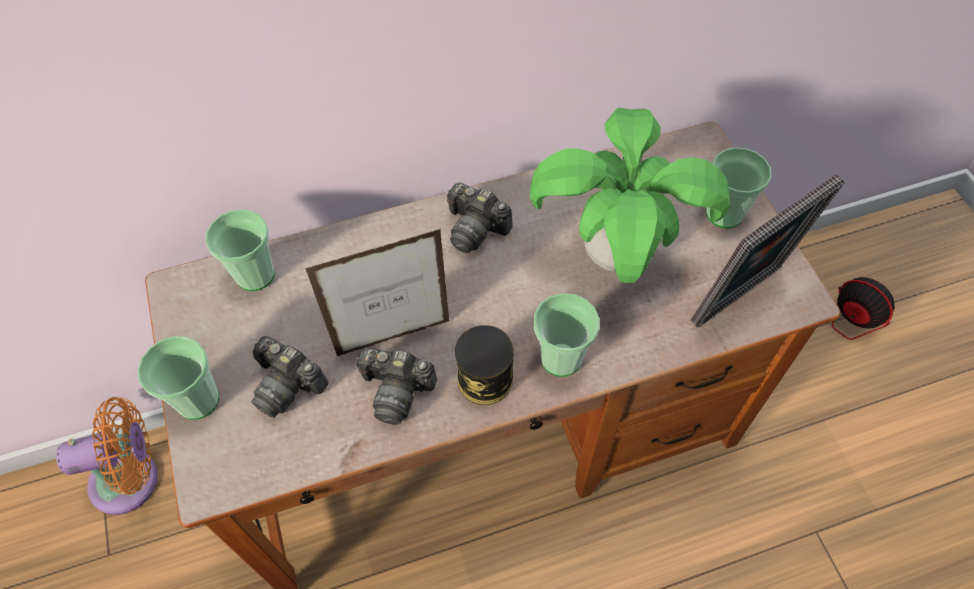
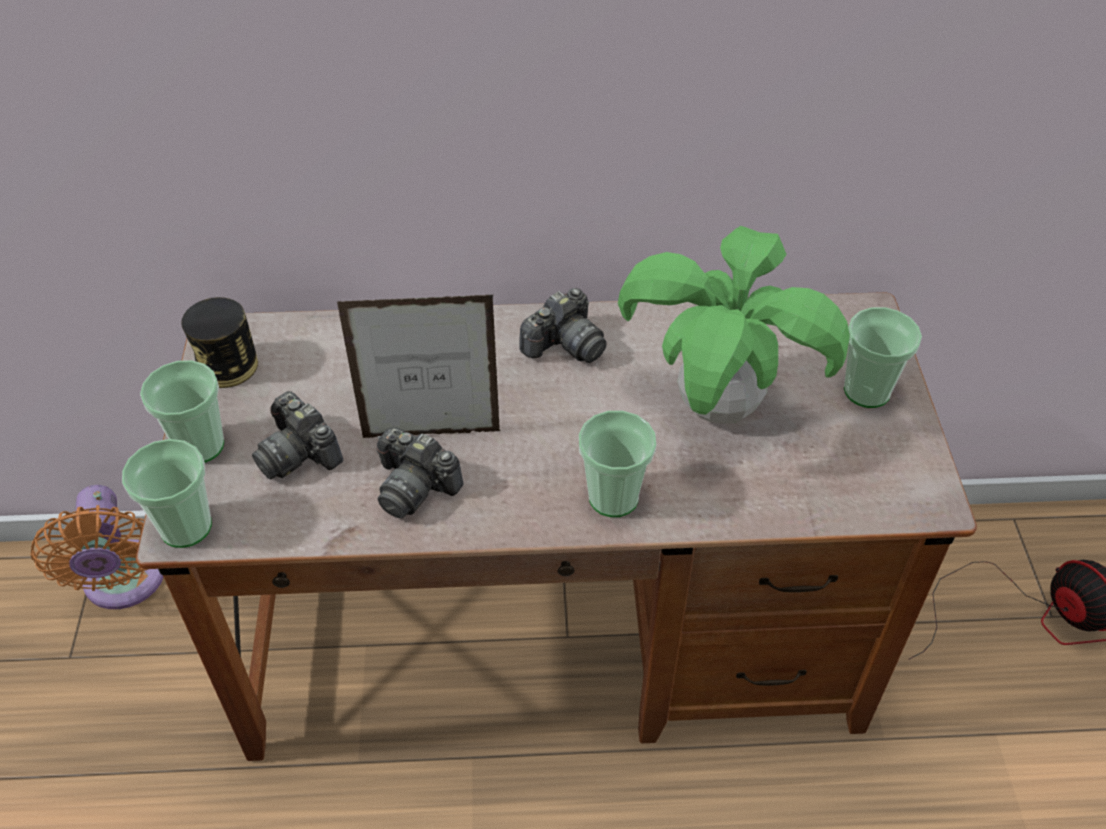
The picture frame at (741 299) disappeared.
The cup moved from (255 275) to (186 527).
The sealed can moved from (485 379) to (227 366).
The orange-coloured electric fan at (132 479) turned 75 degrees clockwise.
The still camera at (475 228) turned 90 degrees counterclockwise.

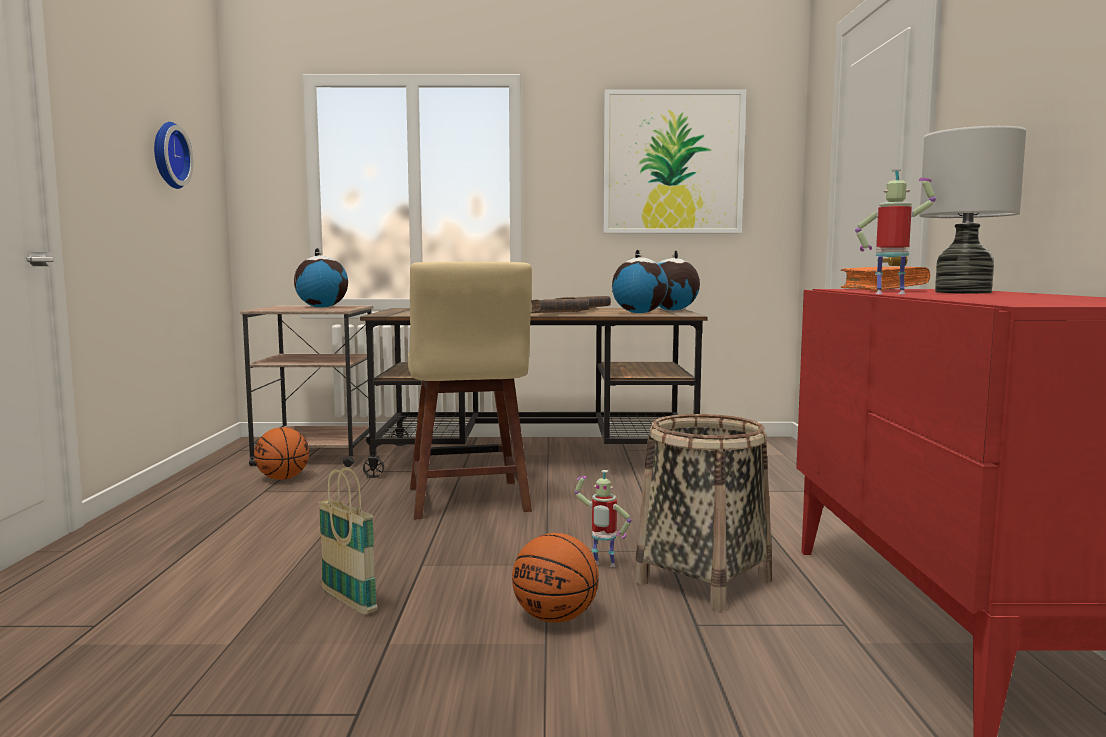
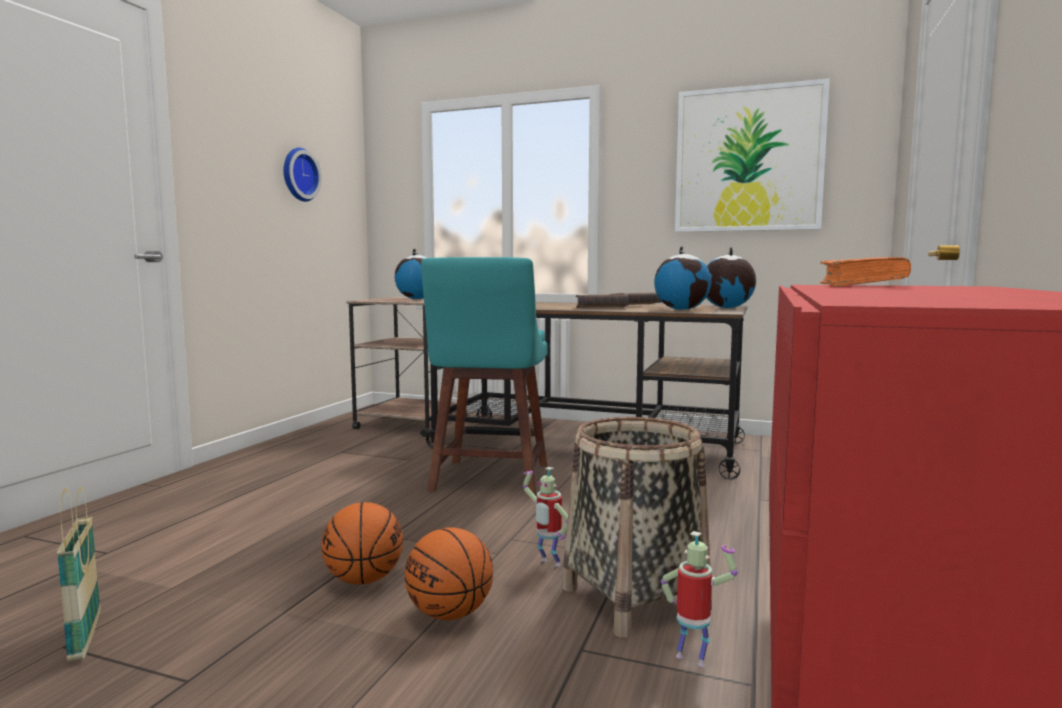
The grey lamp for a table at (963 292) disappeared.
The basketball ball moved from (283 478) to (364 580).
The basket moved from (348 601) to (85 637).
The robot figure moved from (890 293) to (693 658).
The beige sitting stool at (467 501) became the turquoise-coloured sitting stool at (488 479).

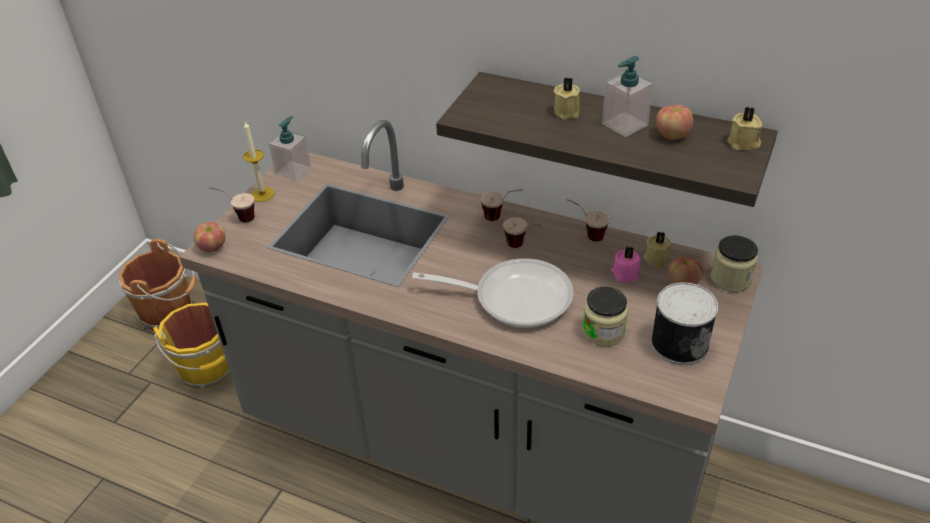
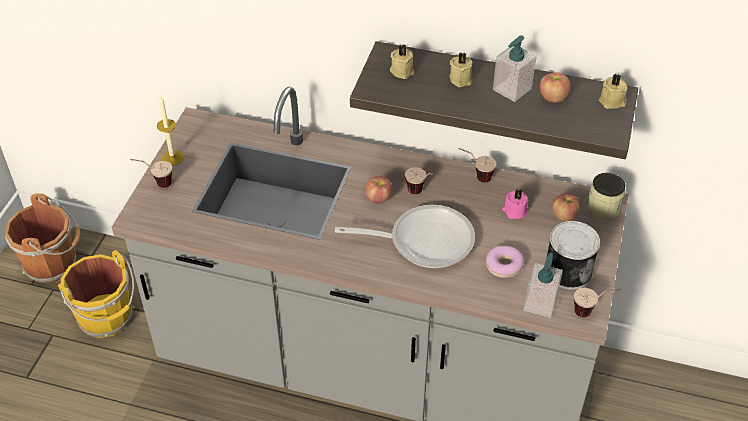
The whole apple moved from (213 247) to (378 198).
The soap bottle moved from (293 171) to (540 303).
The cup moved from (501 217) to (592 312).
The beige wax candle moved from (657 258) to (402 70).
The storage jar at (603 331) was replaced by the ring doughnut at (504 265).

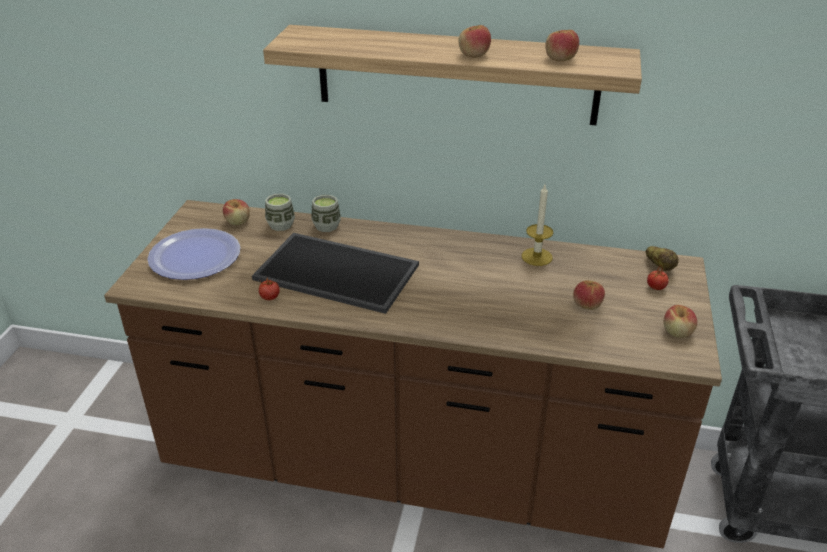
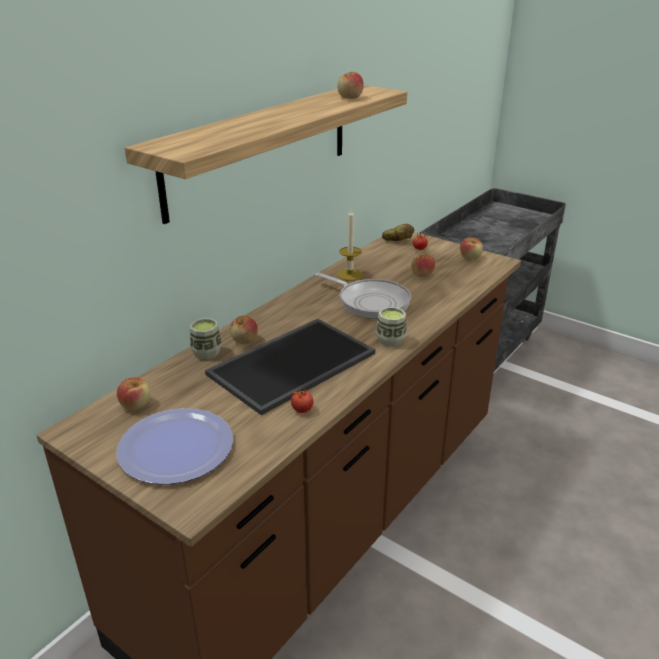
The skillet at (370 302) appeared.
The cup moved from (281 225) to (390 340).
The whole apple moved from (474 55) to (244 340).

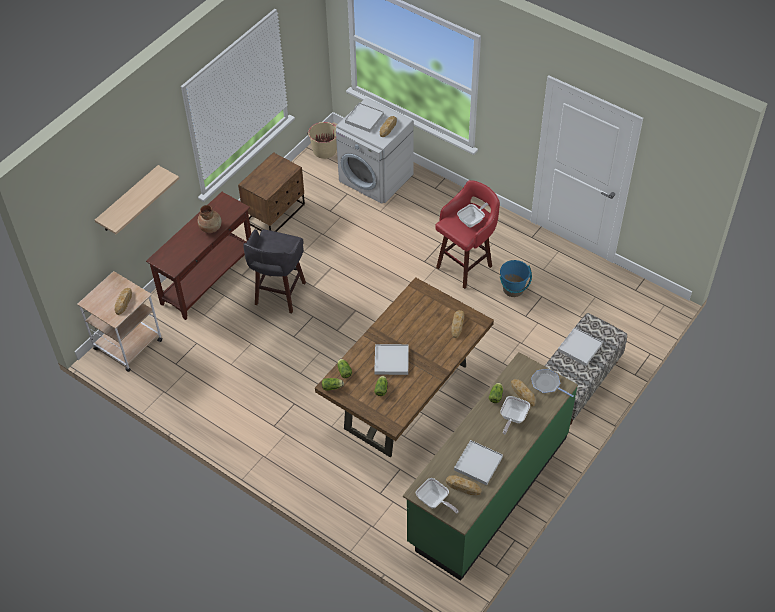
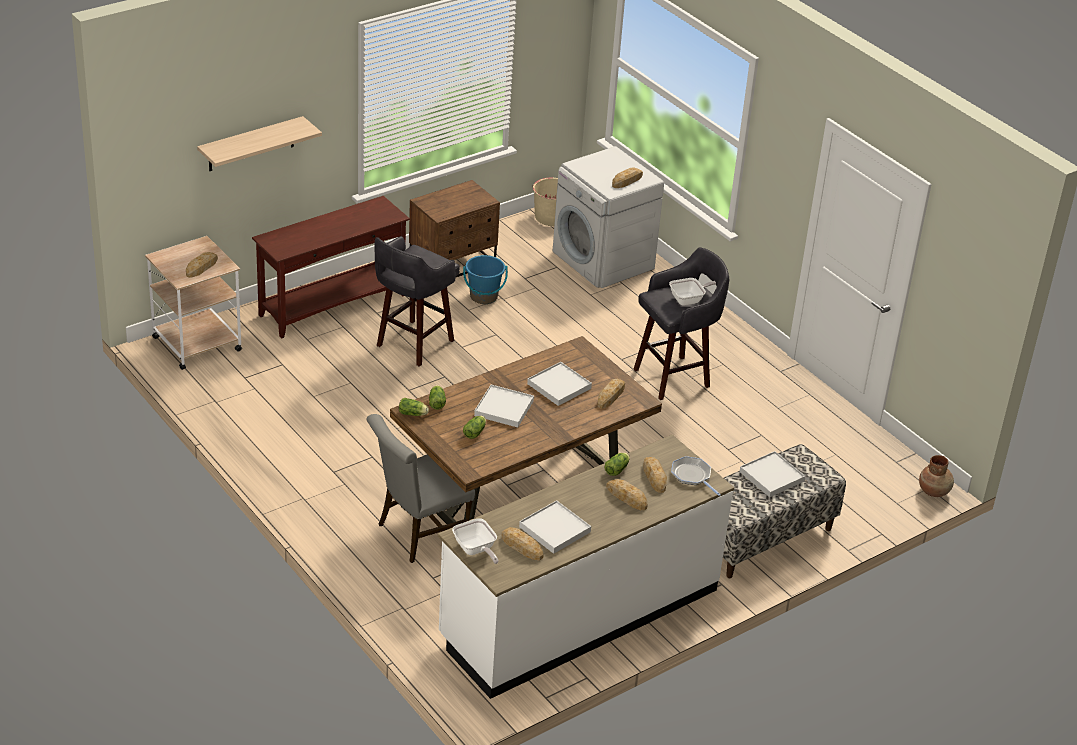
The grey upright chair at (418 534) appeared.
The brown-coloured vase moved from (211 227) to (934 491).
The whitish carrying tray moved from (364 119) to (559 386).
The blue bucket moved from (513 289) to (483 297).
The skillet at (512 418) was replaced by the bread at (626 497).
The greenish kitchen counter at (487 489) became the whitish kitchen counter at (579 614).
The red-coloured sitting stool at (466 266) became the grey sitting stool at (675 377).

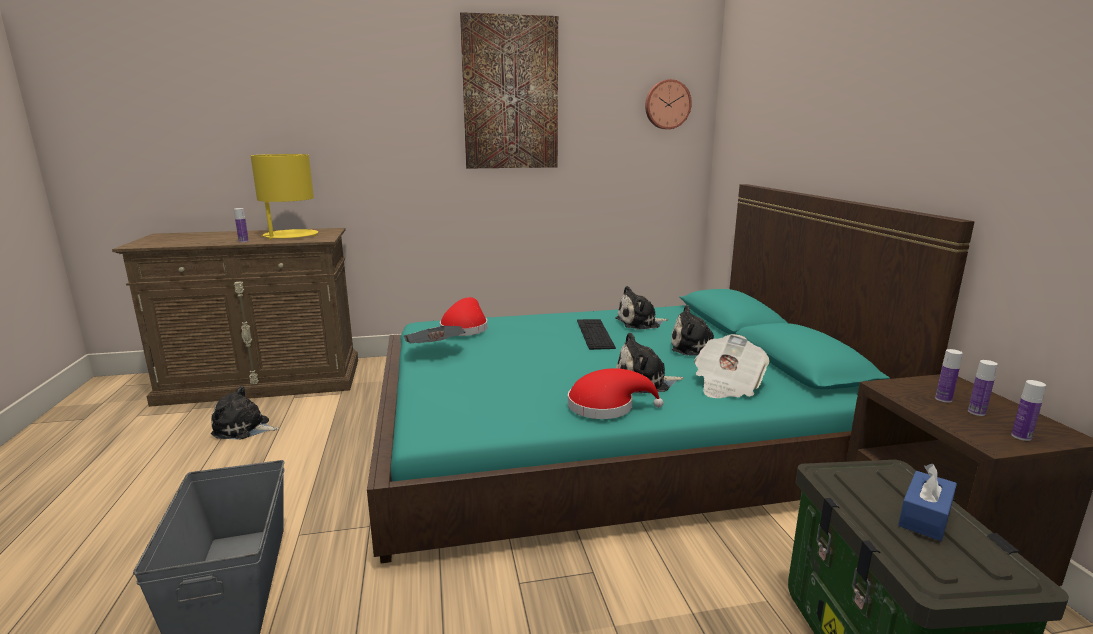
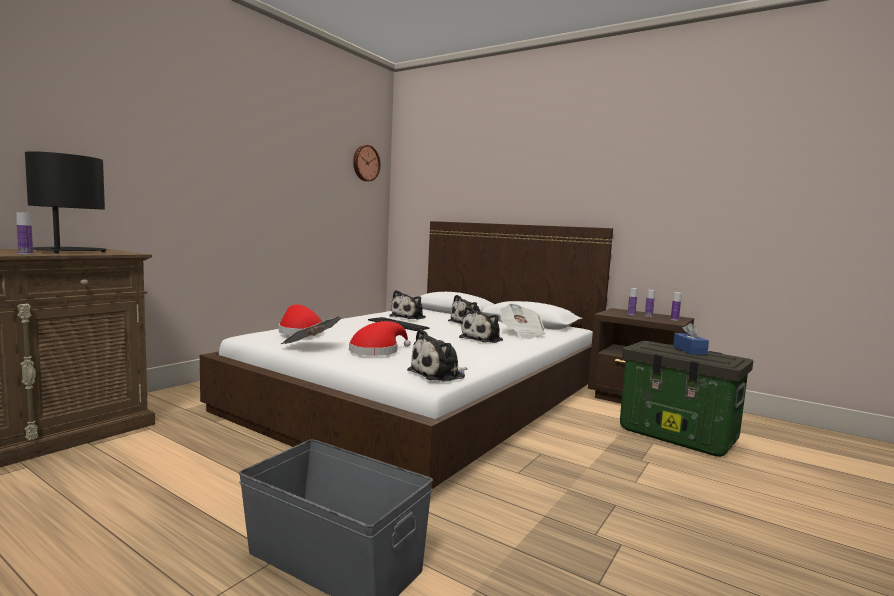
The wall picture at (510 94) disappeared.
The soft toy moved from (244 429) to (439 374).
The red-coloured hat moved from (606 406) to (377 351).
The yellow lamp for a table at (290 236) became the black-coloured lamp for a table at (69 251).
The turquoise-coloured sleeping bed at (610 431) became the whitish sleeping bed at (429 395).

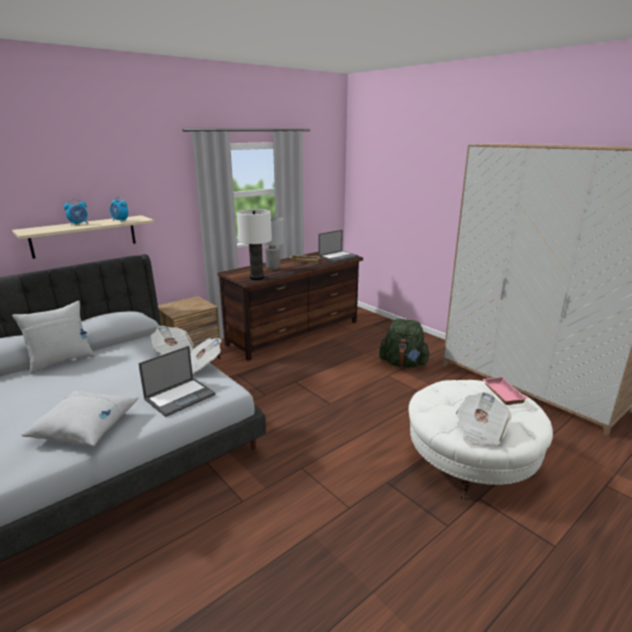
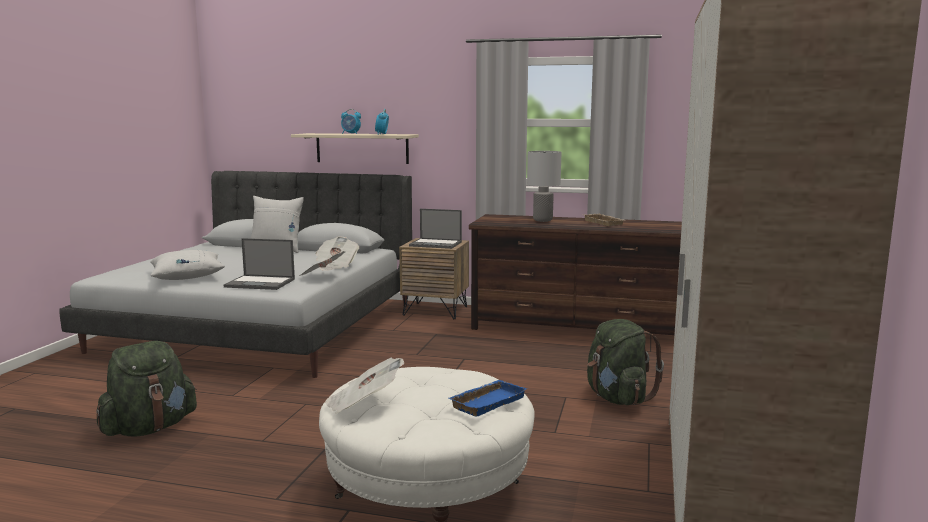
The whitish lamp for a table at (257 278) disappeared.
The greenish rucksack at (150 428) appeared.
The laptop moved from (338 256) to (436 244).
The pinkish carrying tray at (501 393) became the blue carrying tray at (487 402).

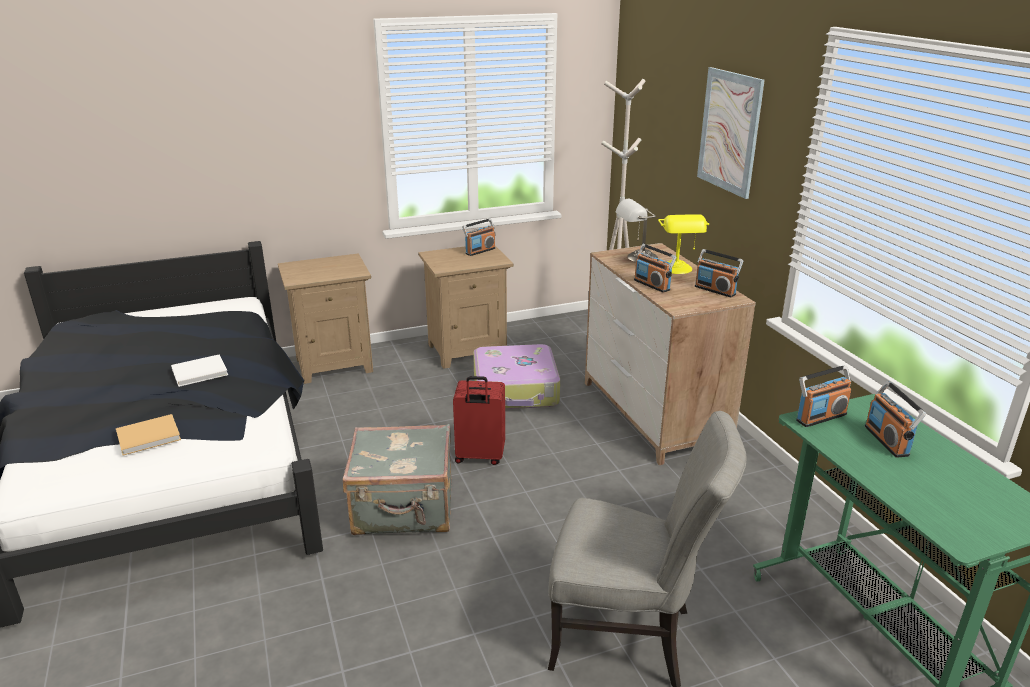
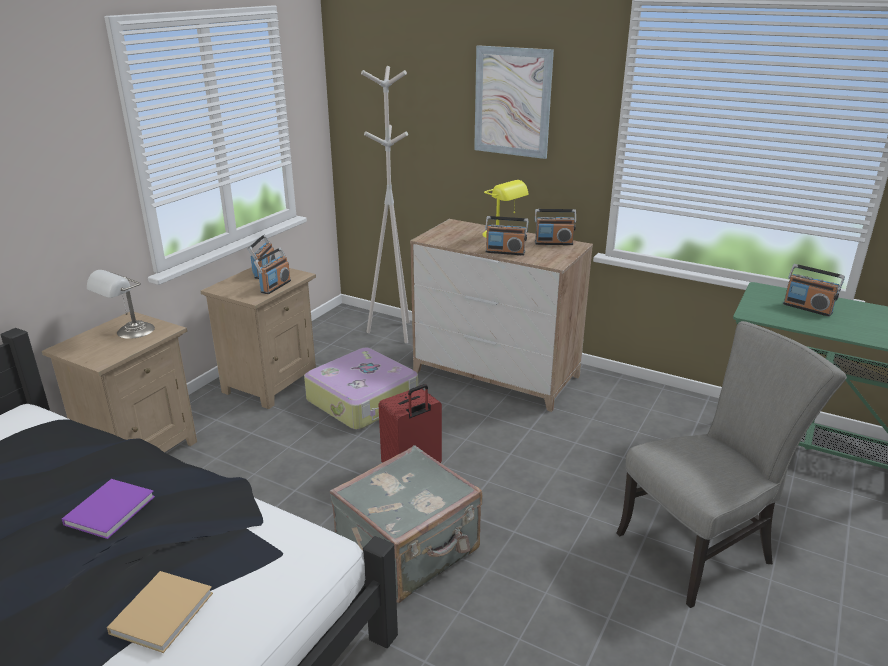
The whitish lamp for a table moved from (636 258) to (129 333).
The radio set moved from (820 417) to (275 286).
The whitish volume at (201 372) became the purple volume at (112 509).

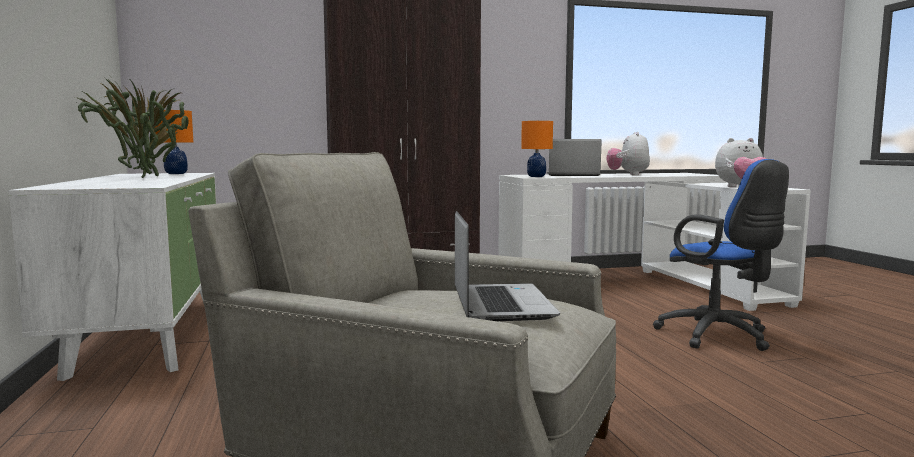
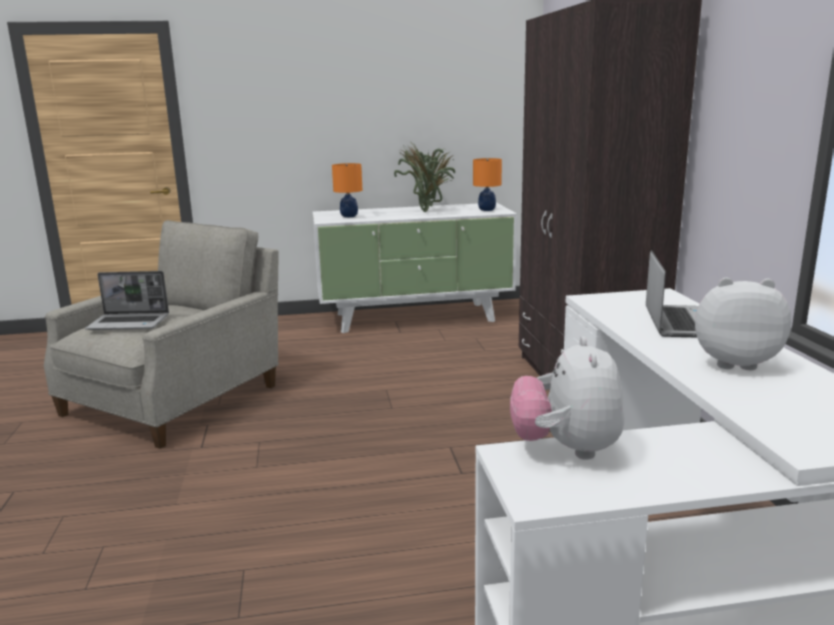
The blue desk chair at (719 337) disappeared.
The orange-coloured lamp for a table moved from (536 176) to (350 216).

